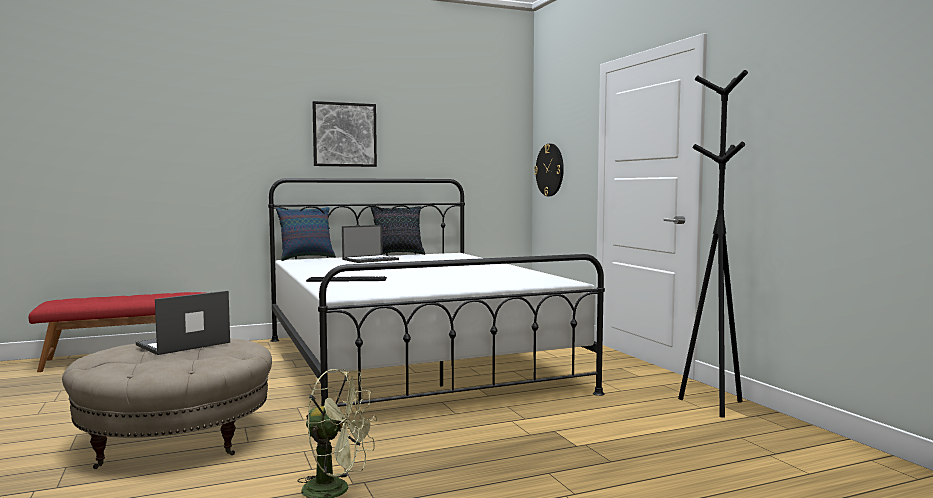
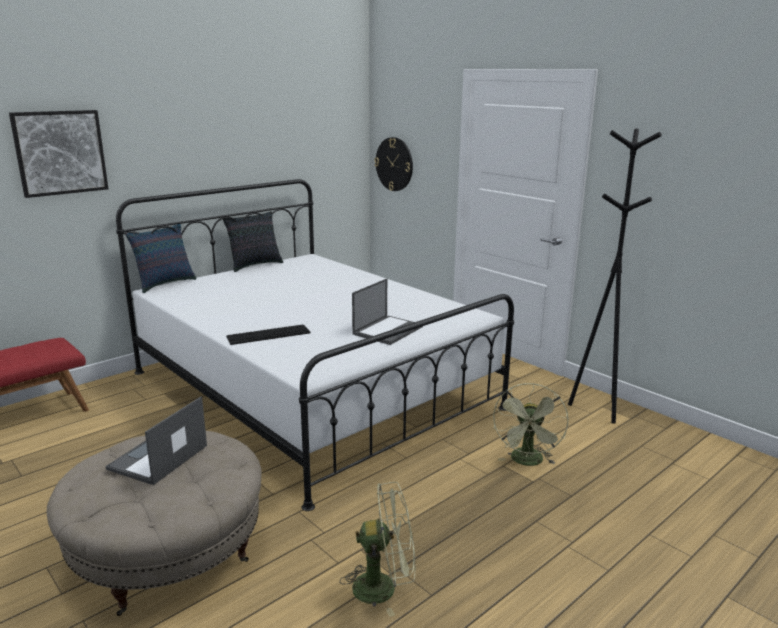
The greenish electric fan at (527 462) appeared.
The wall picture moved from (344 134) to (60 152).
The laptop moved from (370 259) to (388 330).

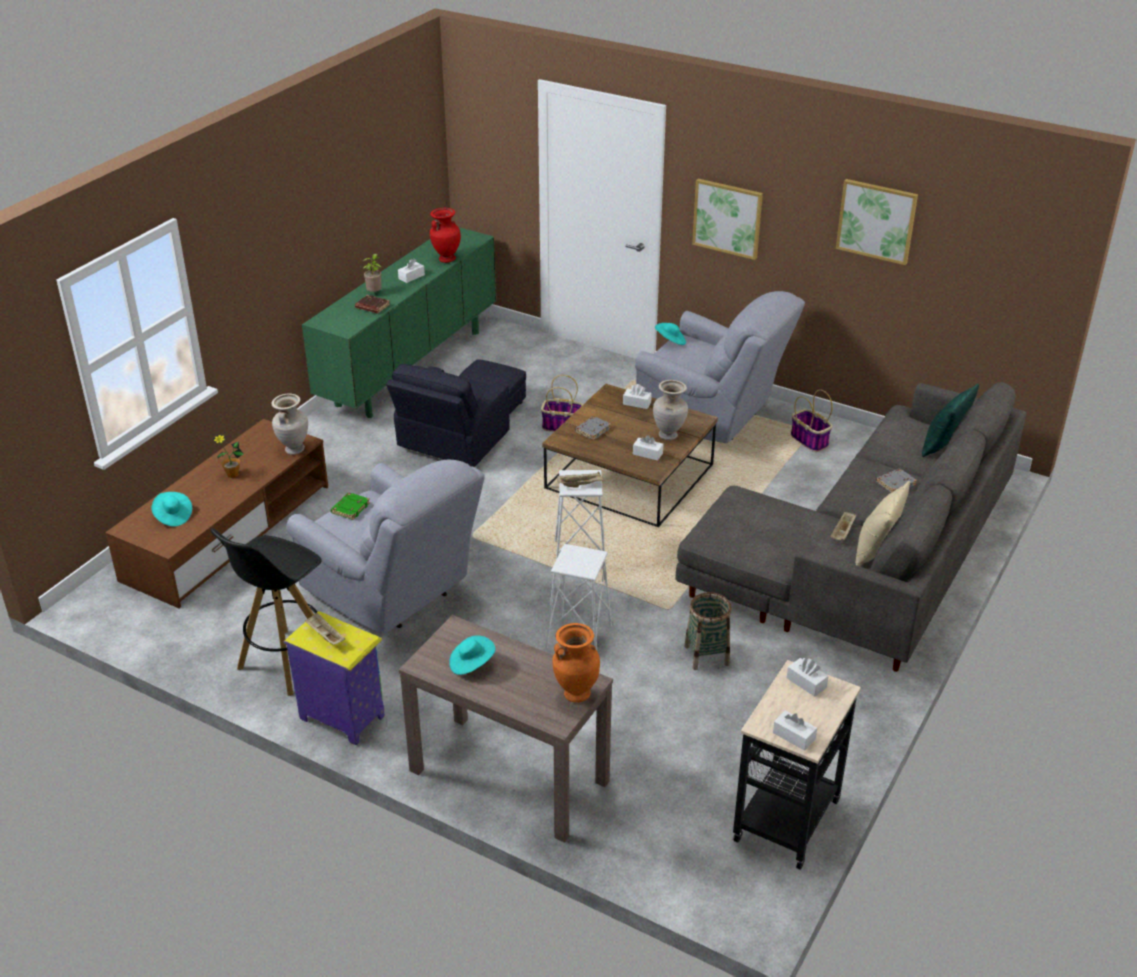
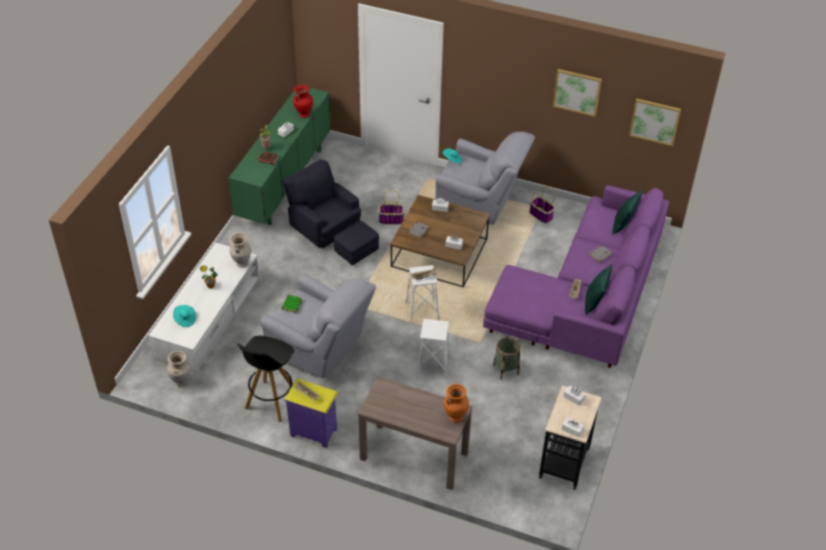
The turquoise-coloured hat at (471 664) disappeared.
The beige vase moved from (669 436) to (181 382).
The wall picture moved from (727 218) to (654 121).
The brown-coloured media console at (228 531) became the whitish media console at (208 317).
The grey sofa at (865 566) became the purple sofa at (584 301).
The beige cushion at (875 550) became the greenish cushion at (594 302).
The black-coloured lounge chair at (462 434) turned 120 degrees clockwise.

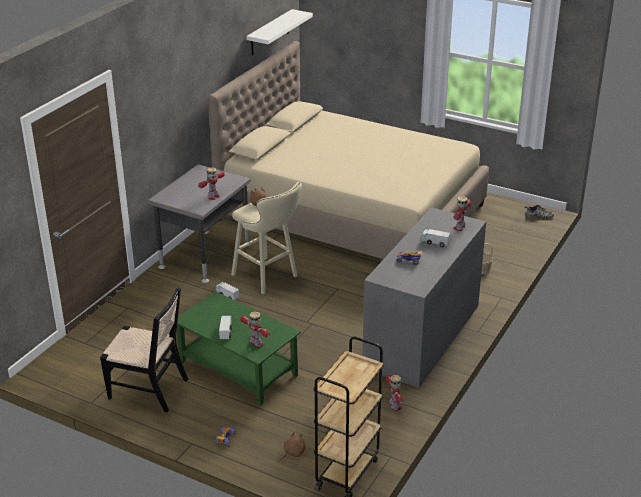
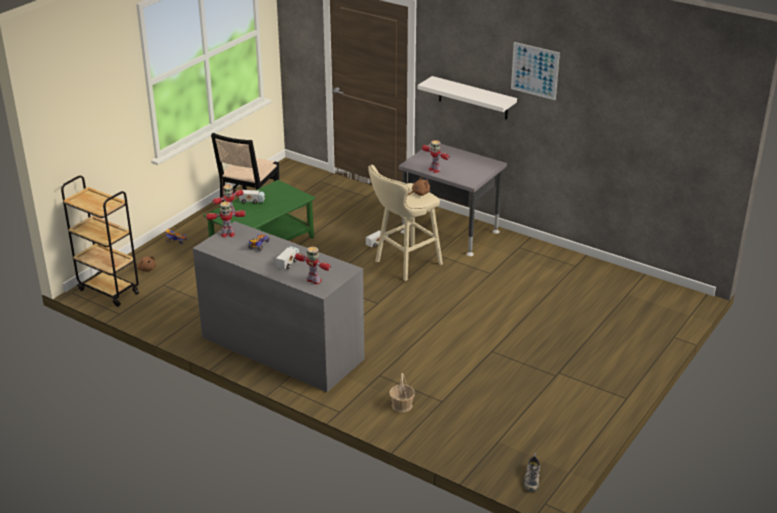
The beige sleeping bed at (351 212) disappeared.
The wall picture at (534 71) appeared.
The whitish wall shelf moved from (270 33) to (473 98).
The robot figure moved from (394 406) to (227 234).

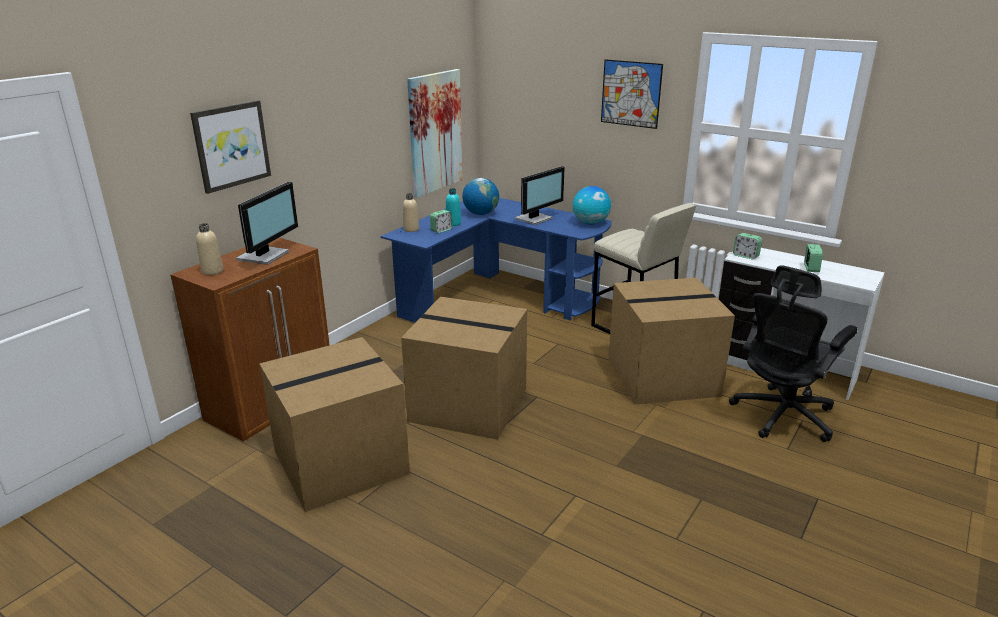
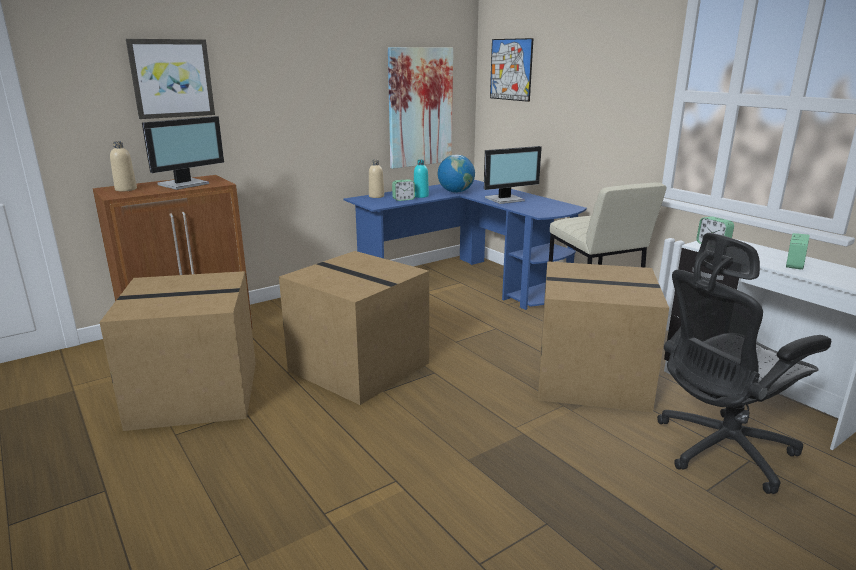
The world globe at (590 223) disappeared.
The wall picture moved from (631 93) to (511 69).

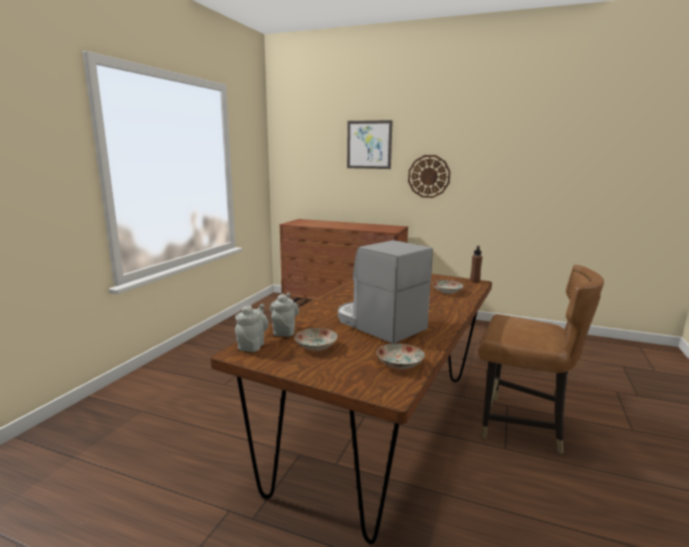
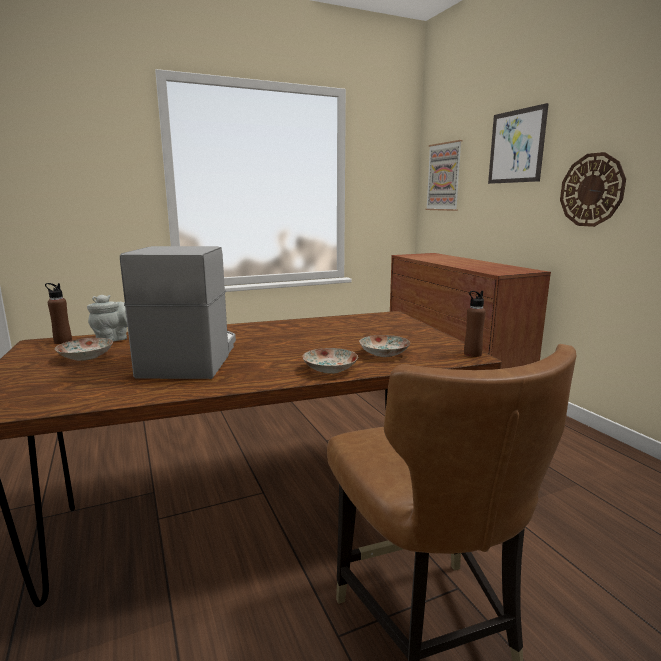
The wall picture at (444 177) appeared.
The plate moved from (399 364) to (329 369).
The grey teapot at (252 345) was replaced by the brown-coloured beverage bottle at (63 341).

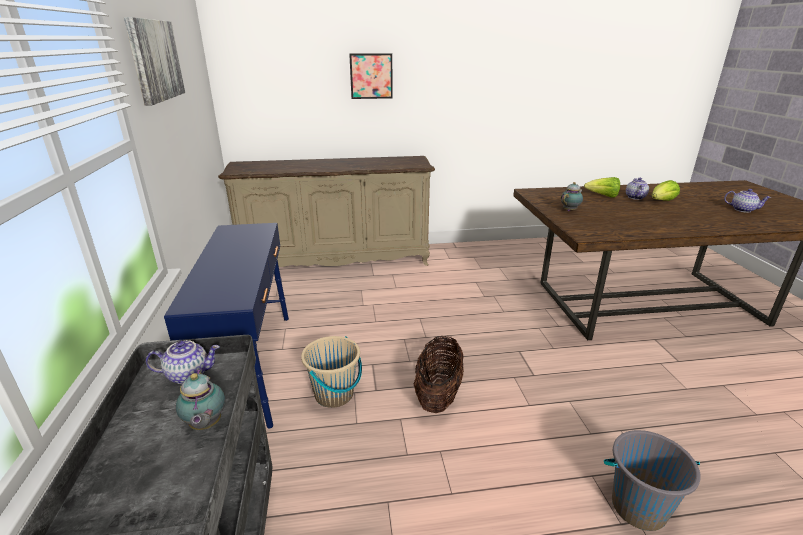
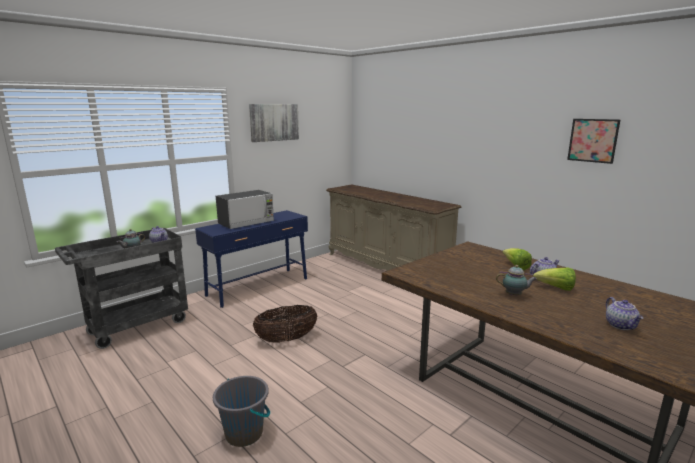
The beige bucket at (334 394) disappeared.
The kitchen microwave at (246 223) appeared.
The wall picture moved from (371 76) to (593 140).
The teapot moved from (570 210) to (514 295).

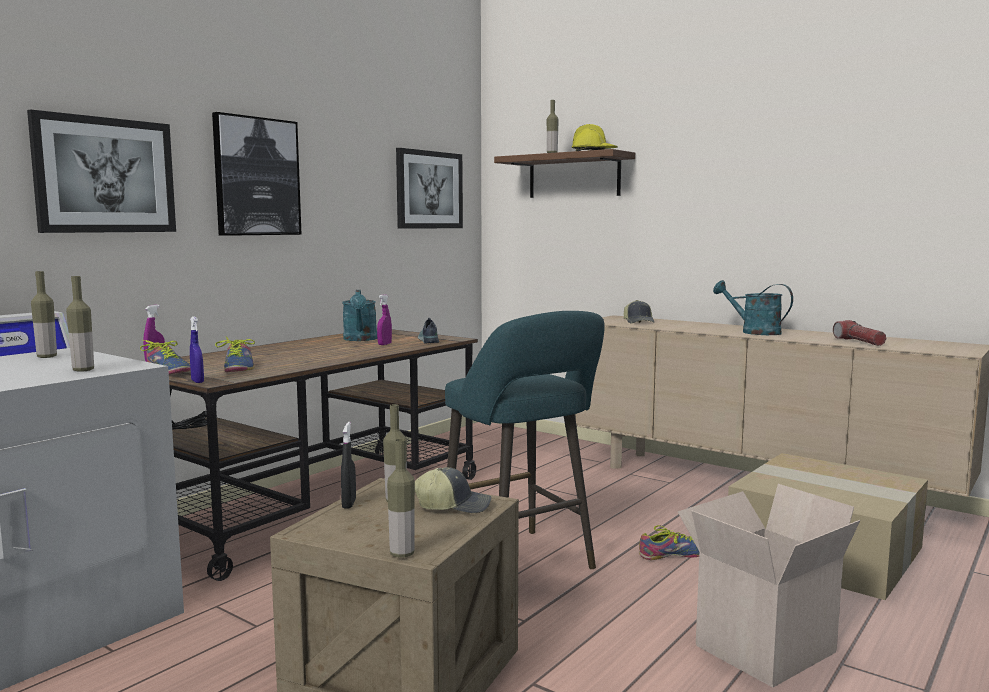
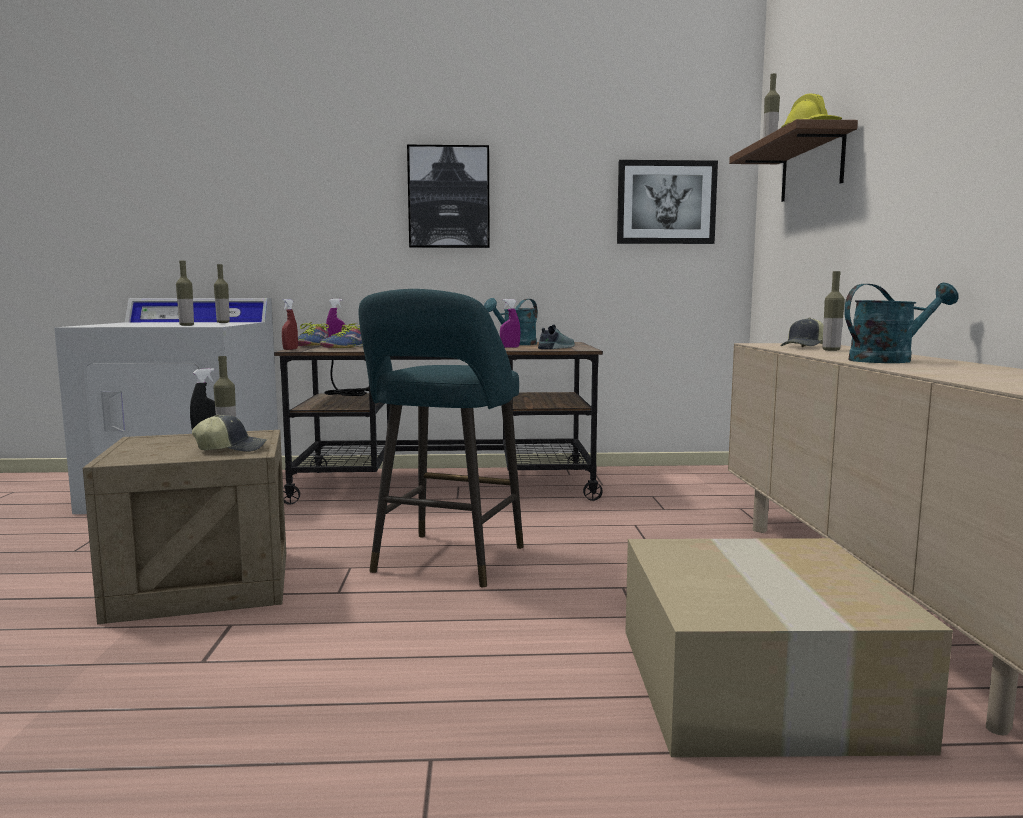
The wall picture at (105 175) disappeared.
The low shoe at (675 554) disappeared.
The carton at (763 646) disappeared.
The hand torch at (859 342) disappeared.
The beverage bottle moved from (402 554) to (831 350).
The blue hand sprayer at (197 381) became the red-coloured hand sprayer at (290 349).
The peaked cap at (453 506) turned 60 degrees counterclockwise.
The turquoise-coloured watering pot at (753 332) turned 75 degrees clockwise.

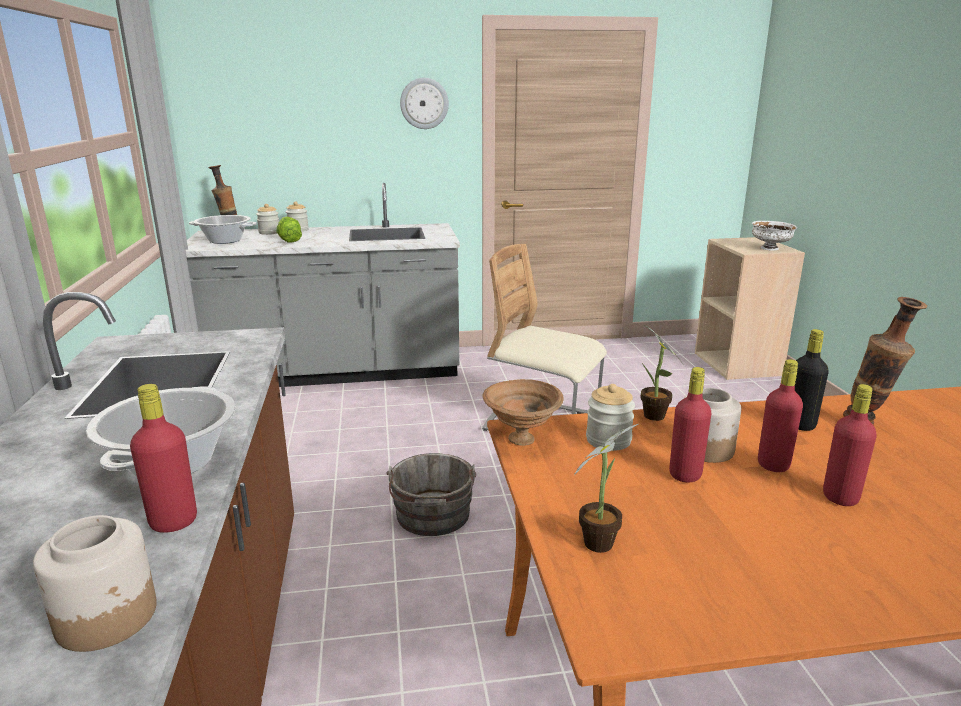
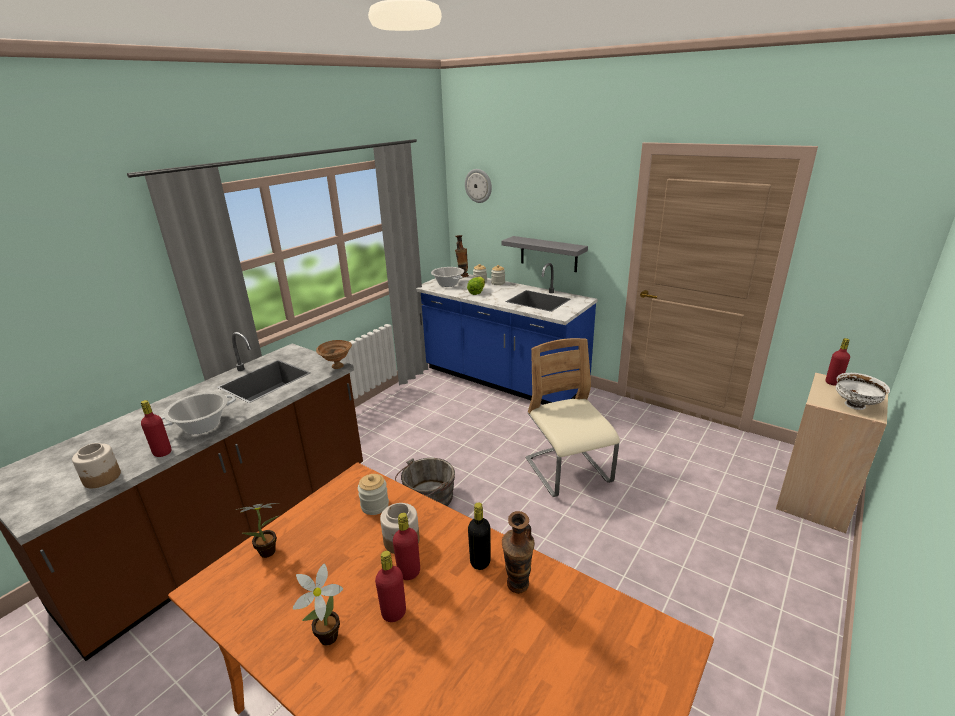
The grey wall shelf at (548 254) appeared.
The wall clock moved from (424 103) to (478 185).
The brown-coloured bowl moved from (522 440) to (337 367).
The houseplant moved from (654 417) to (325 639).
The red-coloured beverage bottle moved from (685 474) to (833 382).
The grey kitchen counter at (335 373) became the blue kitchen counter at (502 380).

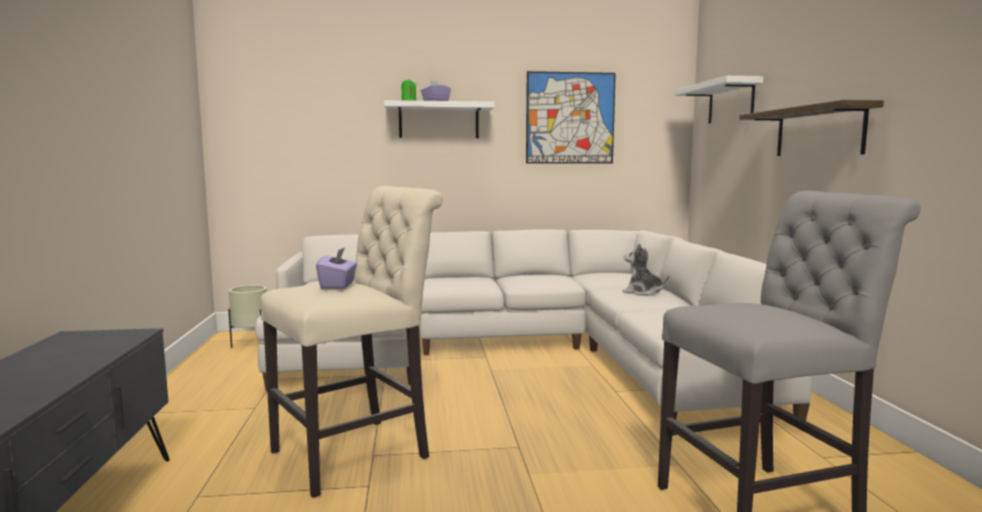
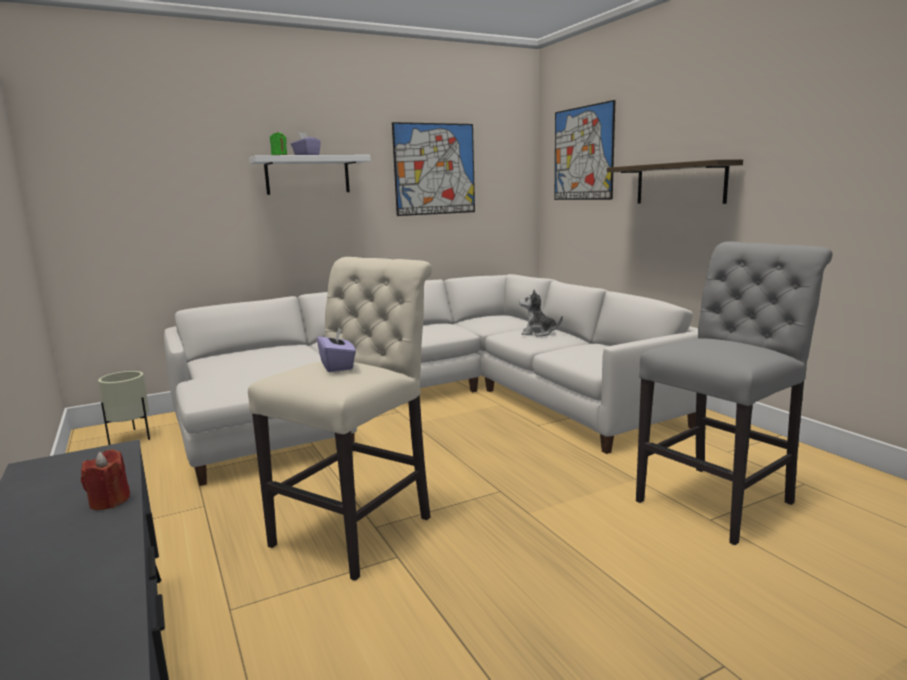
The red-coloured wax candle at (109 501) appeared.
The whitish wall shelf at (730 102) was replaced by the wall picture at (583 153).

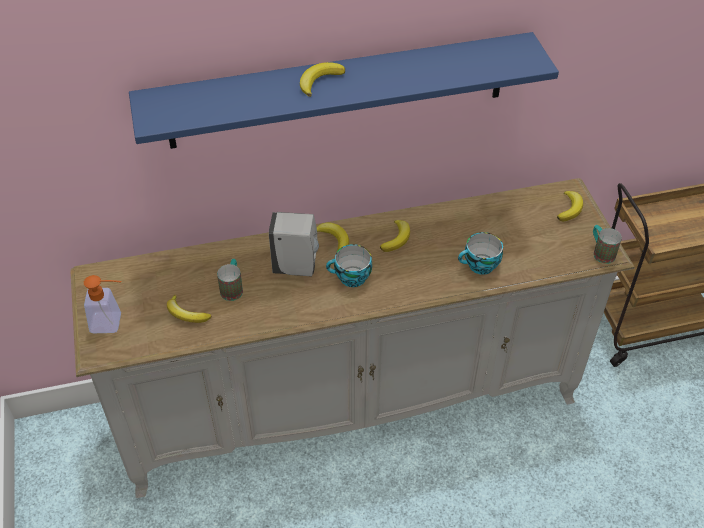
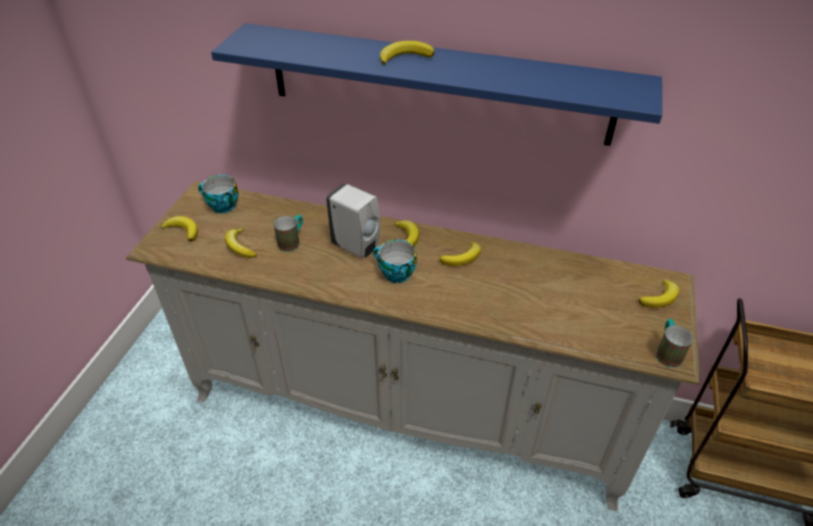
The cup moved from (480 266) to (221 206).
The soap bottle at (112 323) was replaced by the banana at (183 230).

